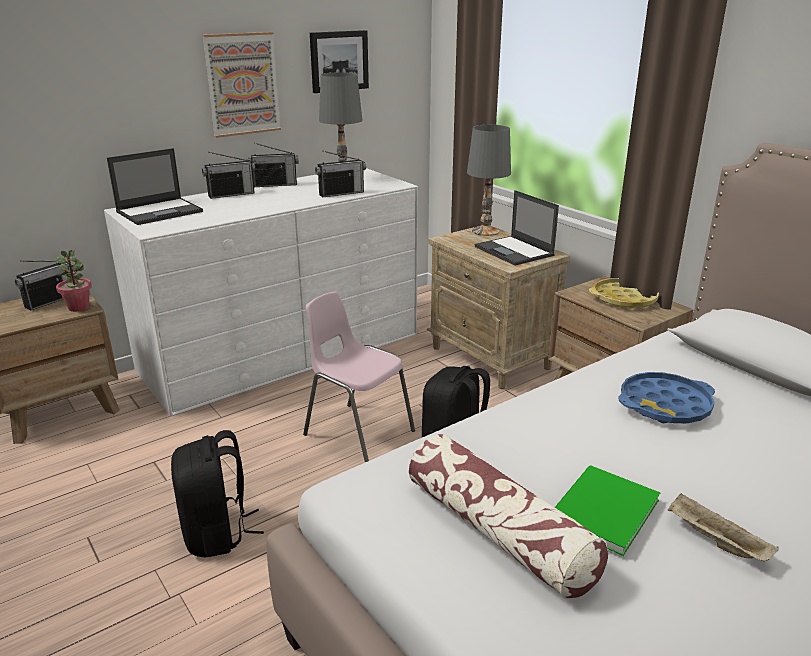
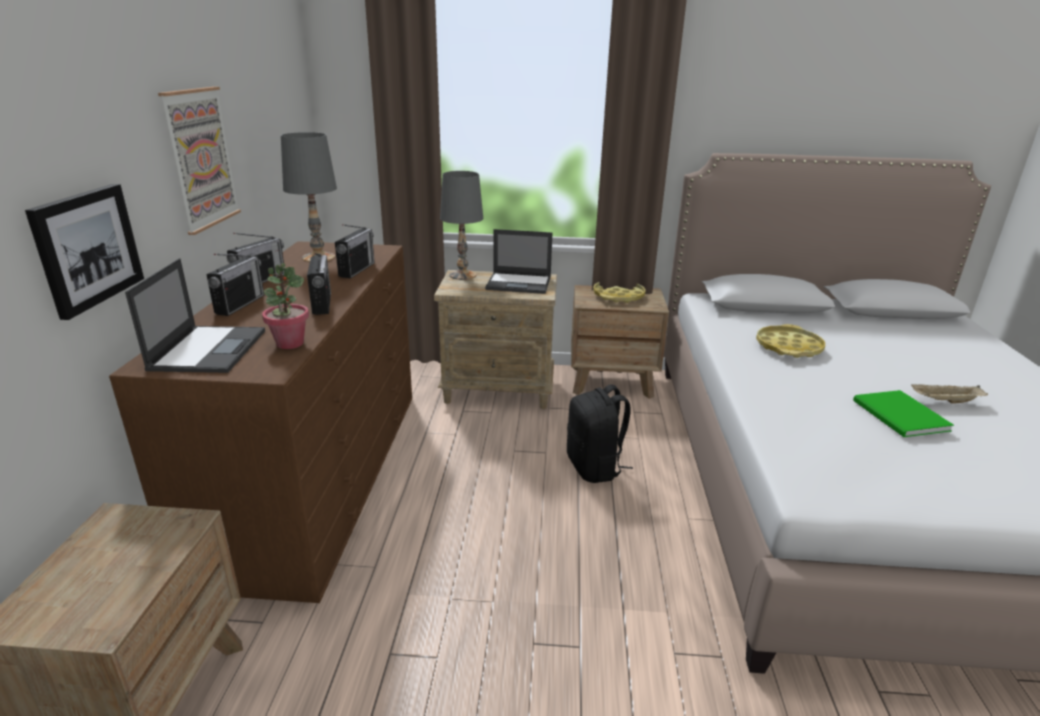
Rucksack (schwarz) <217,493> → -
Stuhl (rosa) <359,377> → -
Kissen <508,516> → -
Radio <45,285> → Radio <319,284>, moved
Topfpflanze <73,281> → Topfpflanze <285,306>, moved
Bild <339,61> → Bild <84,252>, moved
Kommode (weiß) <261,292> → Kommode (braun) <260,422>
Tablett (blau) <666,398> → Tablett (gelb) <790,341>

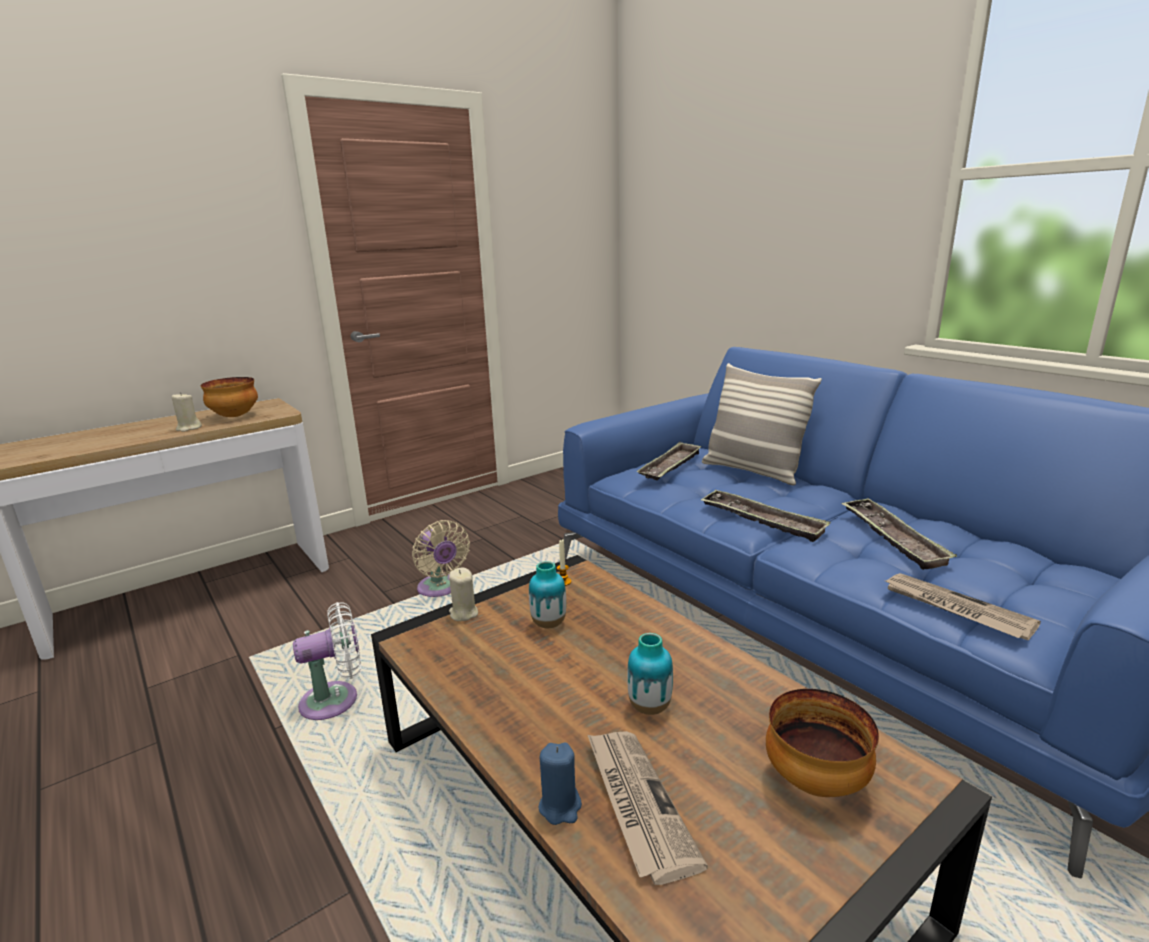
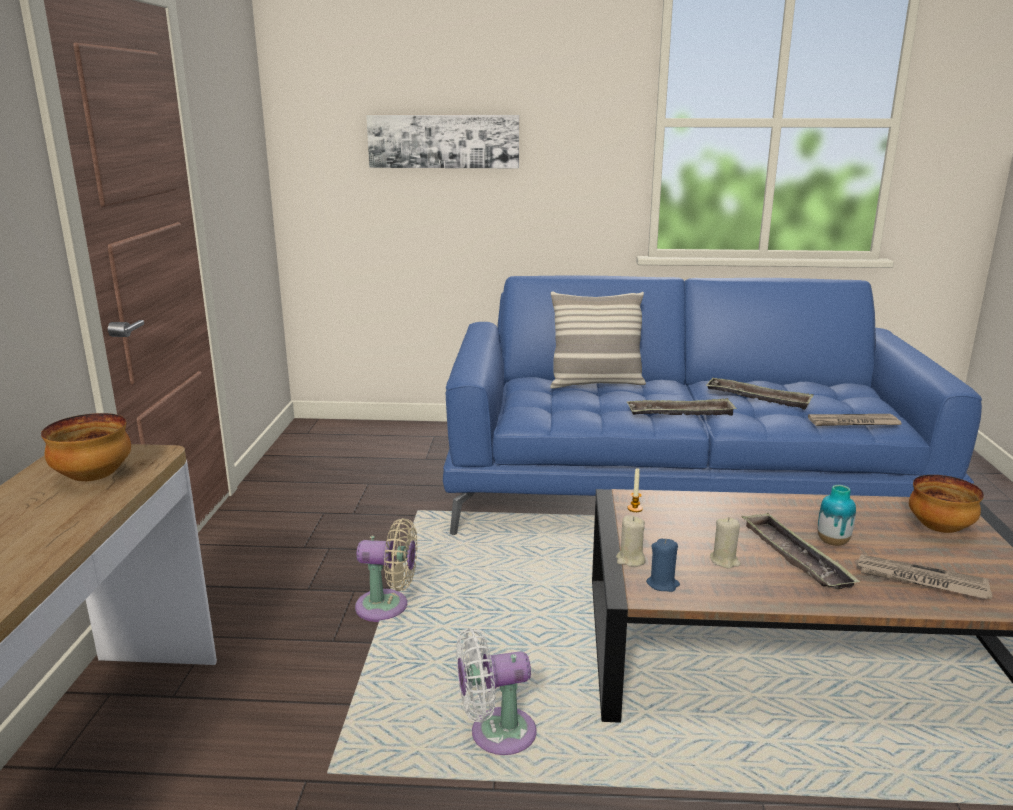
Vase <547,594> → -
- → Bild <442,141>
Kerze (beige) <187,412> → Kerze (beige) <725,543>, moved
Kerze (blau) <560,783> → Kerze (blau) <663,565>, moved
Tablett <669,461> → Tablett <801,551>, moved
Ventilator (weiß) <327,661> → Ventilator (weiß) <496,691>, 120 degrees counterclockwise

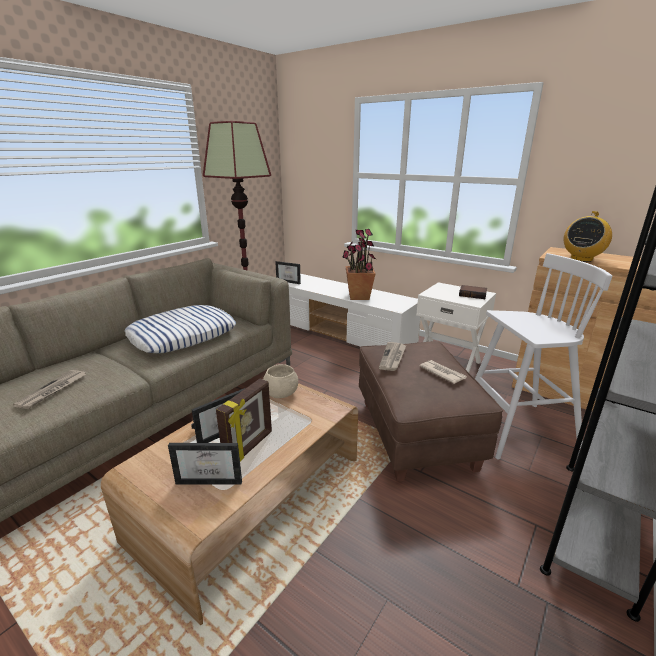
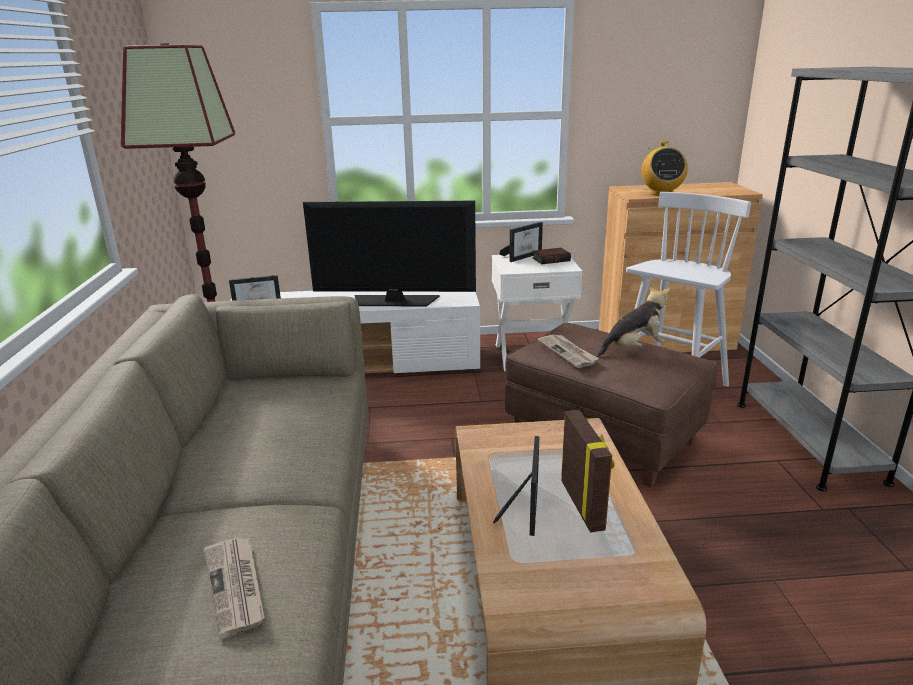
Kissen <180,329> → -
Schüssel (beige) <280,381> → -
Bilderrahmen <205,464> → Bilderrahmen <521,242>, moved
Topfpflanze <359,264> → Fernseher <389,253>
Zeitung <443,372> → Plüschtier <633,320>

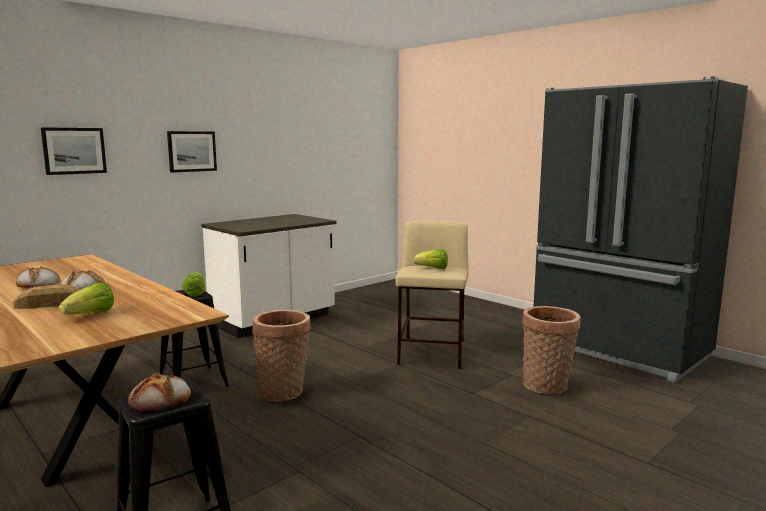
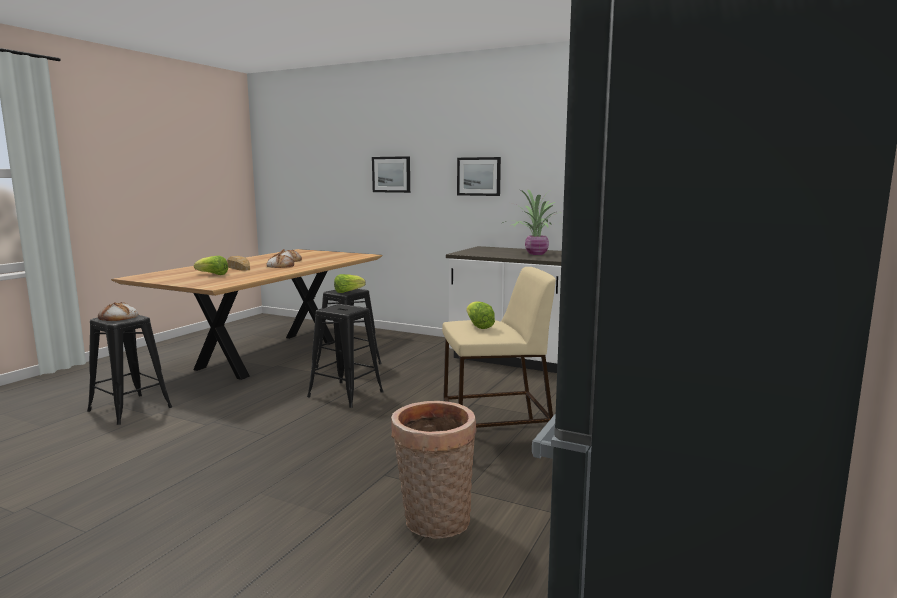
- → Topfpflanze <534,222>
Korb <281,356> → Hocker (schwarz) <345,356>

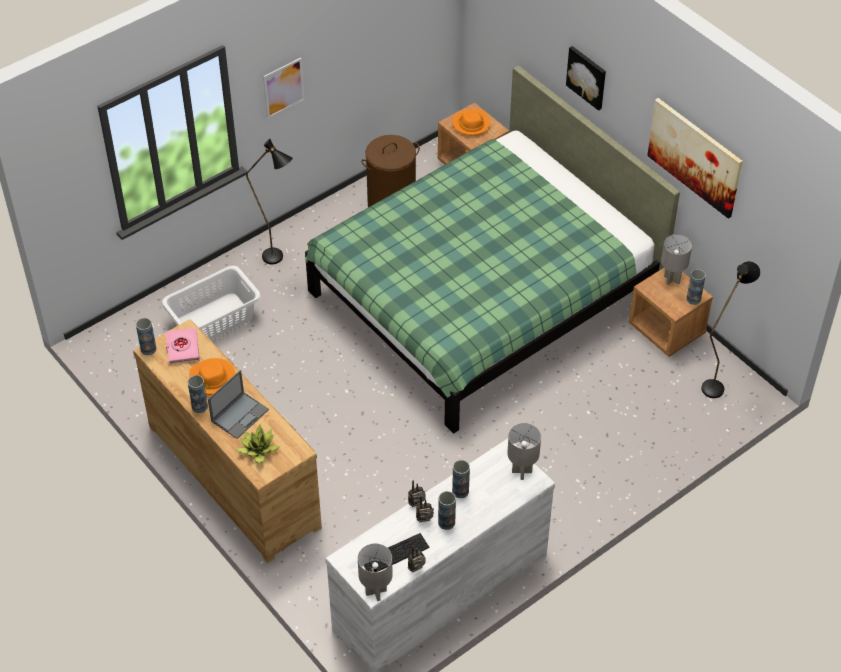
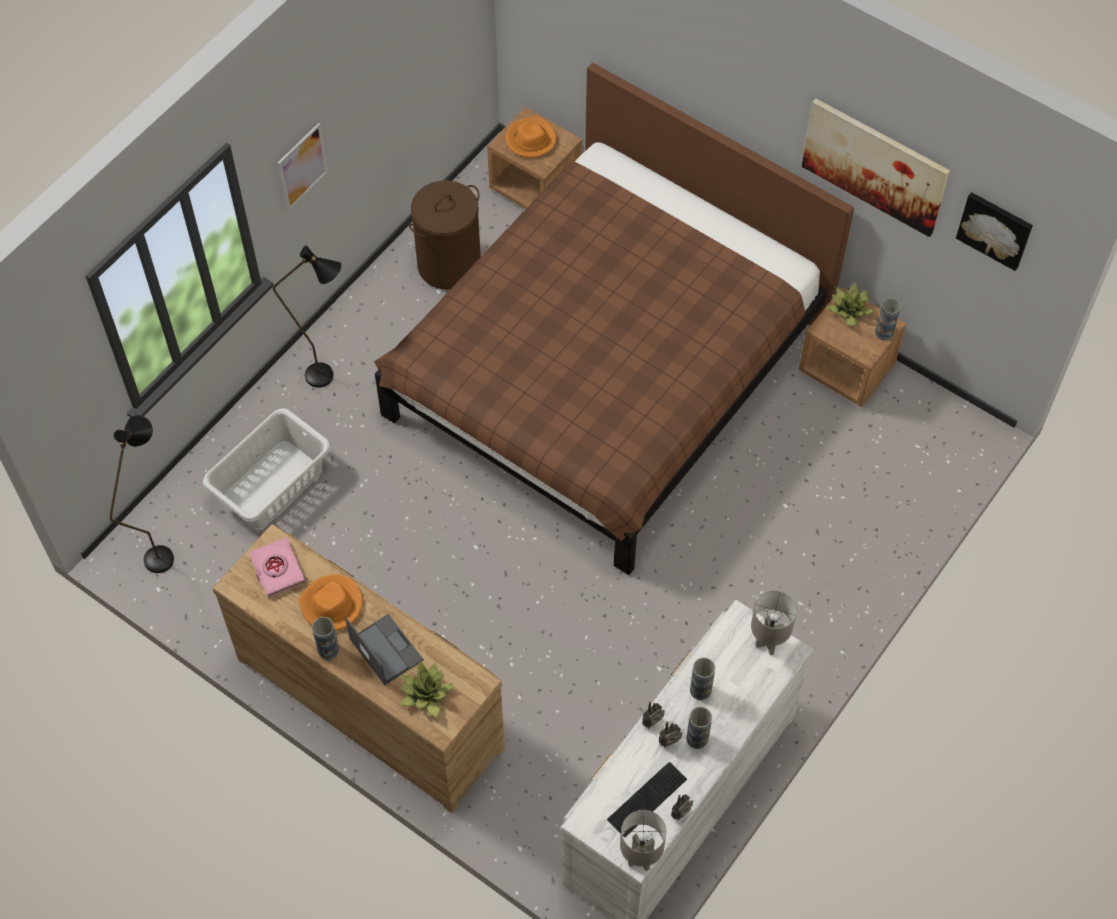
Vase <146,336> → -
Bild <586,78> → Bild <994,231>, moved
Stehlampe (schwarz) <730,329> → Stehlampe (schwarz) <142,494>, moved
Tischlampe (grau) <676,259> → Topfpflanze <851,304>
Bett (grün) <492,249> → Bett (braun) <614,319>
Laptop <238,404> → Laptop <384,649>, 60 degrees counterclockwise

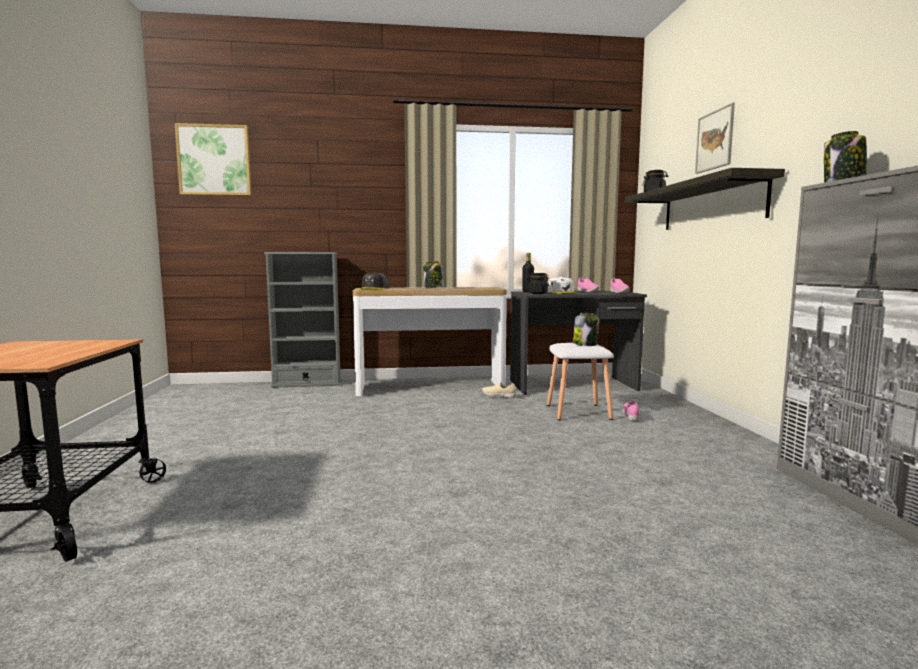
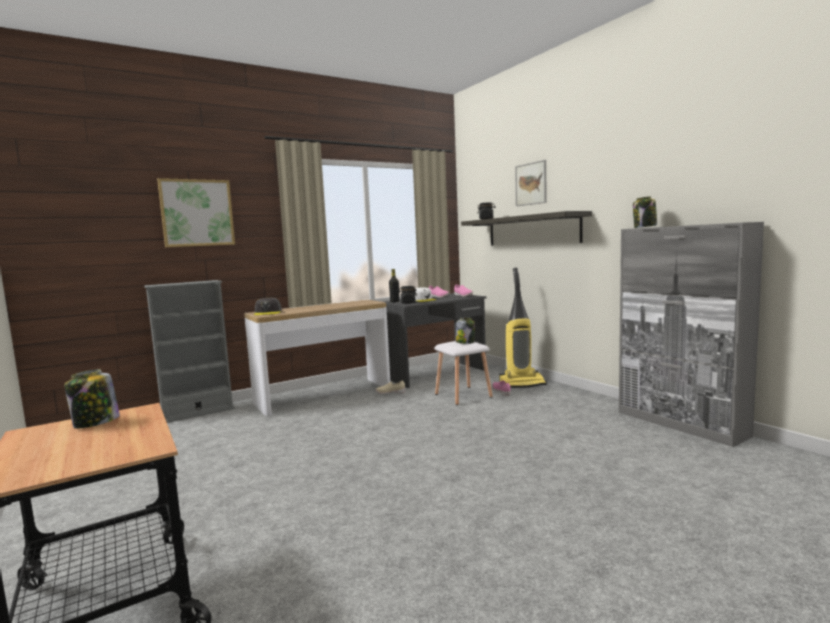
- → Staubsauger <523,328>
Bild <213,159> → Bild <196,212>, moved
Vorratsglas <434,274> → Vorratsglas <92,399>, moved

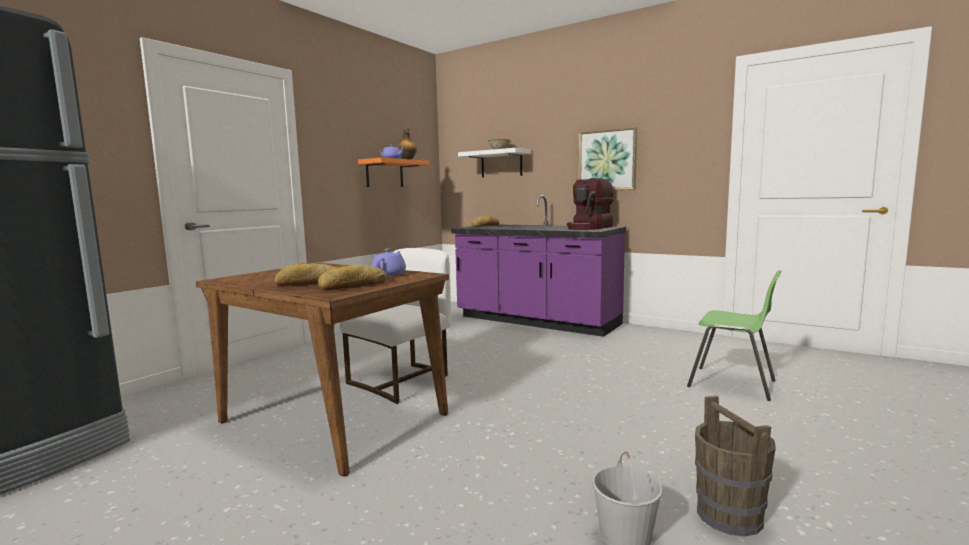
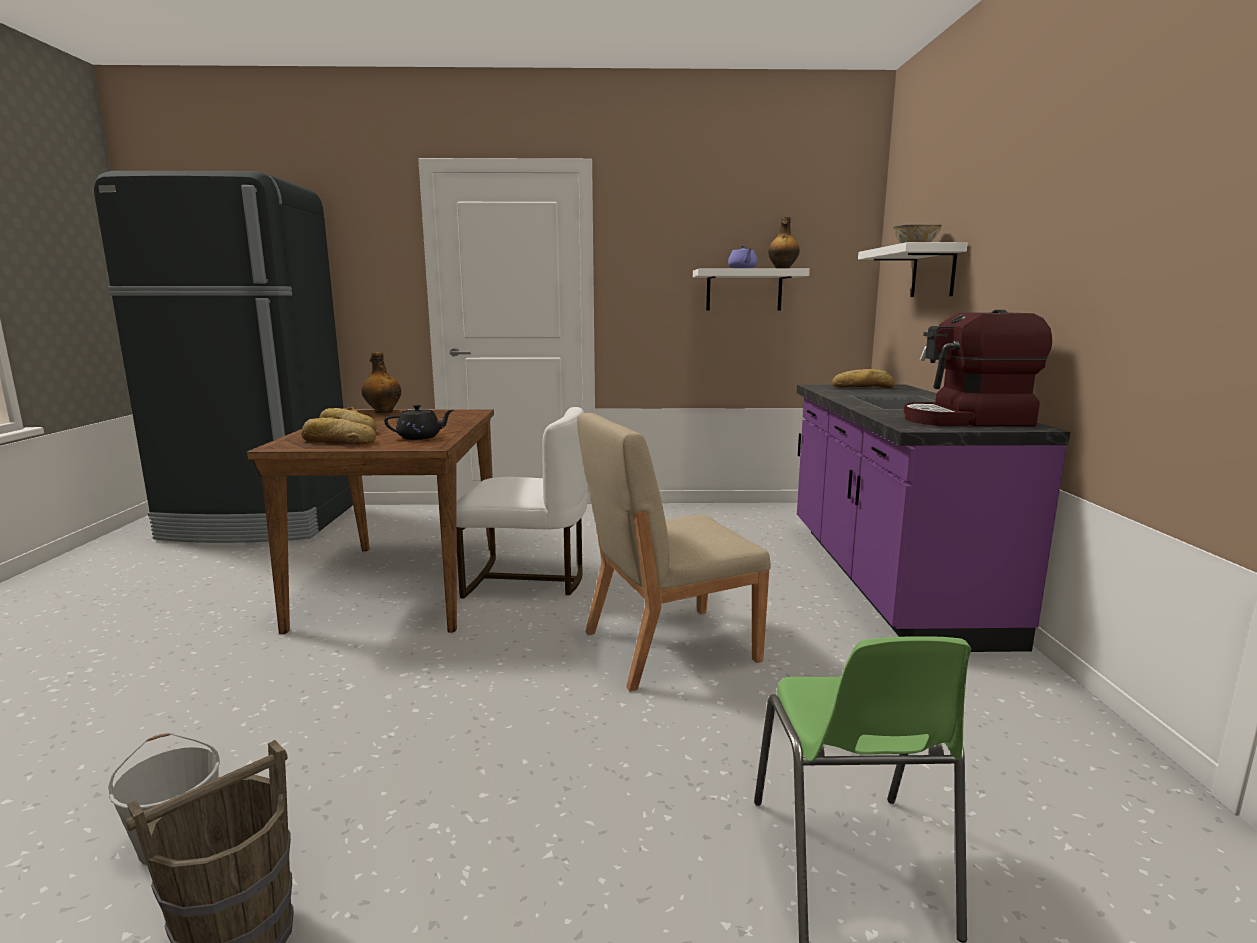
Bild <607,158> → -
- → Flasche <381,382>
- → Stuhl (beige) <674,552>
Wandregal (orange) <394,172> → Wandregal (weiß) <751,290>
Teekanne (lila) <389,262> → Teekanne (schwarz) <419,422>

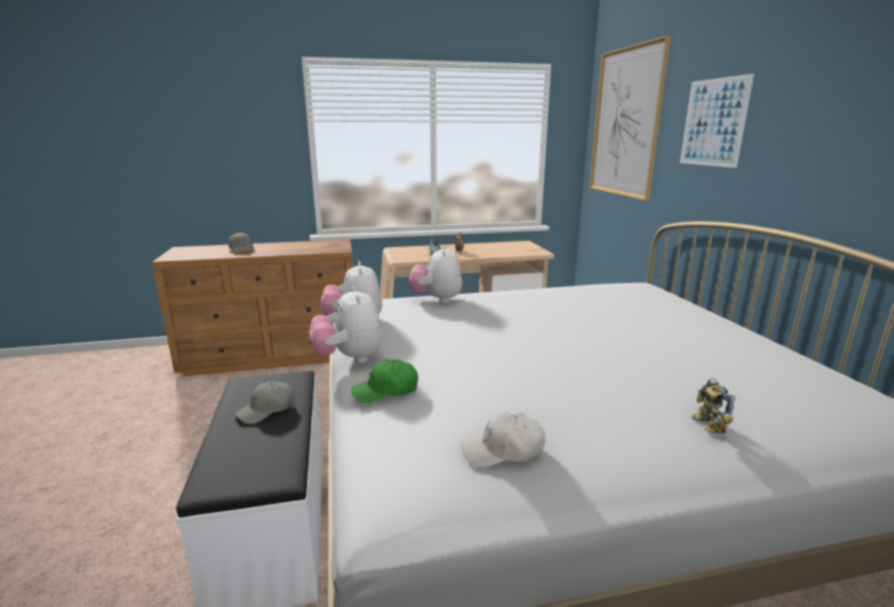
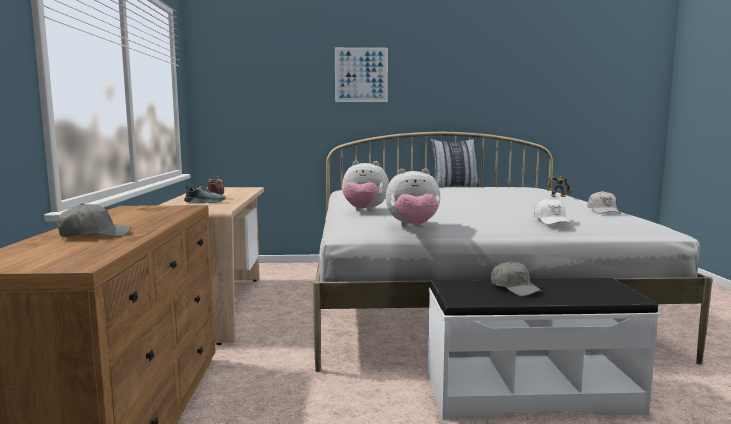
Plüschtier <346,324> → -
Bild <630,118> → -
- → Kissen <455,162>
Kappe (grün) <384,381> → Kappe (weiß) <553,211>

